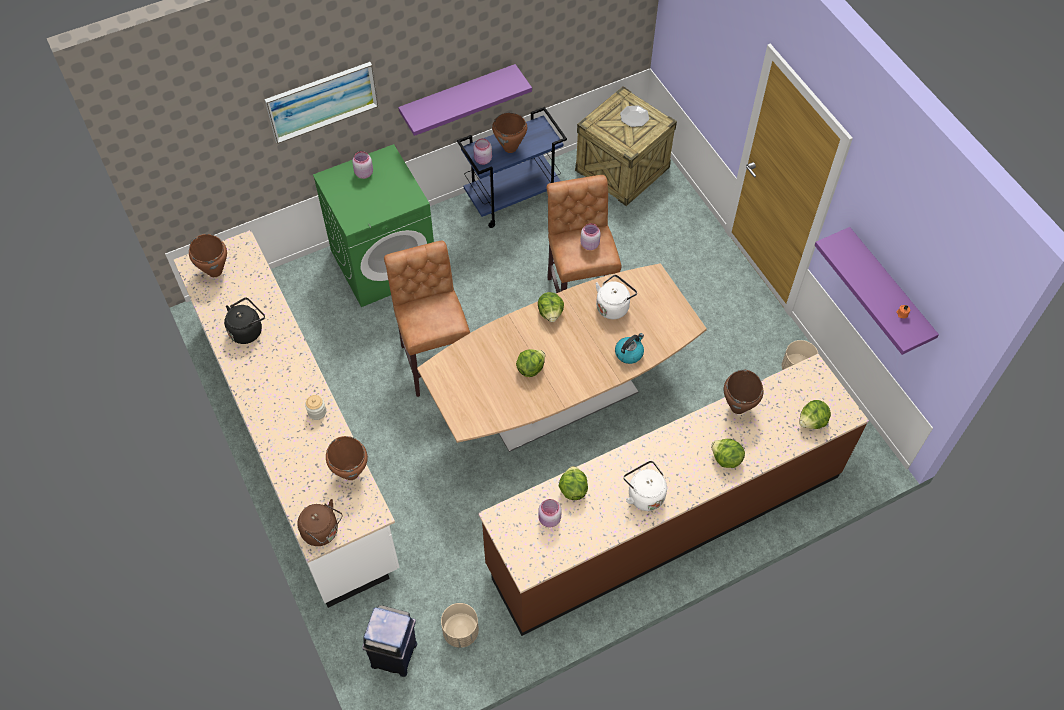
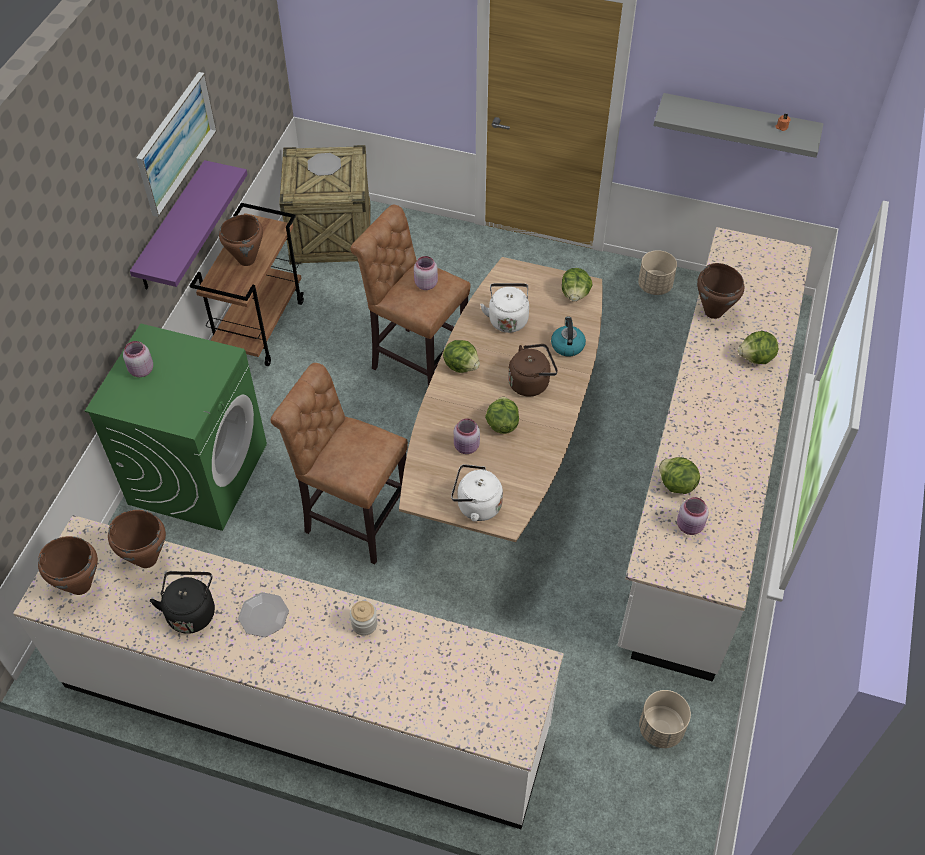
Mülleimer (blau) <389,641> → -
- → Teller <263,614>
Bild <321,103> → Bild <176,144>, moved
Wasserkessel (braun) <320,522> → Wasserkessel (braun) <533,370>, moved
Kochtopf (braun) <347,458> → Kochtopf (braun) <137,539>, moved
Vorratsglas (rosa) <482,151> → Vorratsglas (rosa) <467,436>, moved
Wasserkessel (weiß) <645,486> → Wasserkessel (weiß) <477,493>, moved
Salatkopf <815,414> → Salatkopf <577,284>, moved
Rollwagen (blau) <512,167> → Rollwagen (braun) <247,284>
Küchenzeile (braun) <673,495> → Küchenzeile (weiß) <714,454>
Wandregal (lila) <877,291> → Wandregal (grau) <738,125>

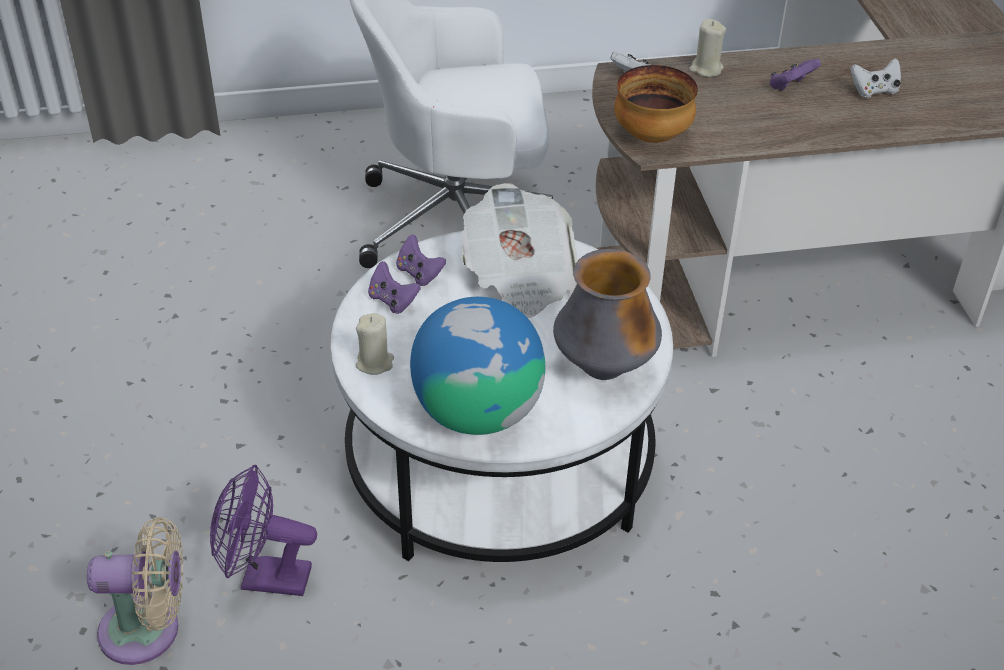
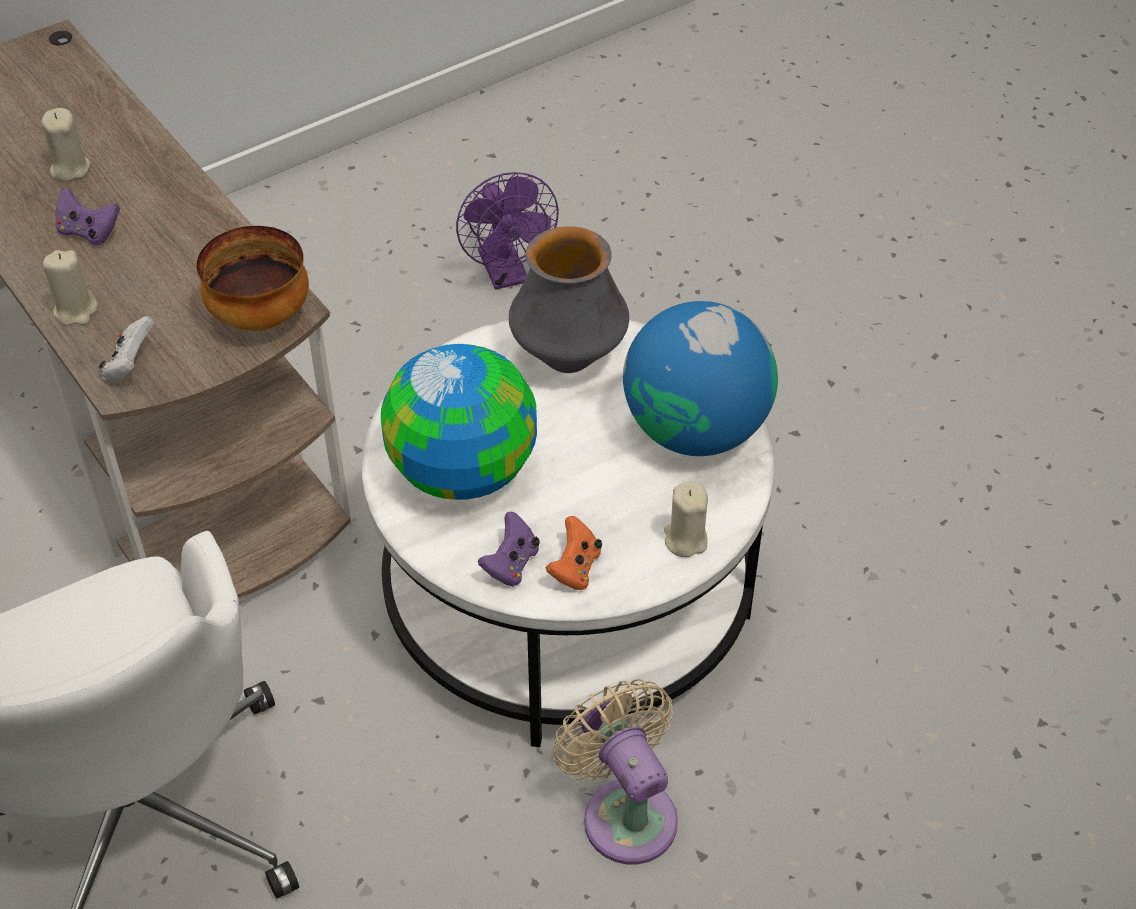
Ventilator (beige) <135,591> → Ventilator (beige) <615,771>, moved
Ventilator (lila) <263,530> → Ventilator (lila) <507,231>, moved
Zeitung <519,250> → Globus <459,422>
Gamepad (weiß) <875,78> → Kerze (beige) <65,145>
Gamepad (lila) <394,287> → Gamepad (orange) <574,553>

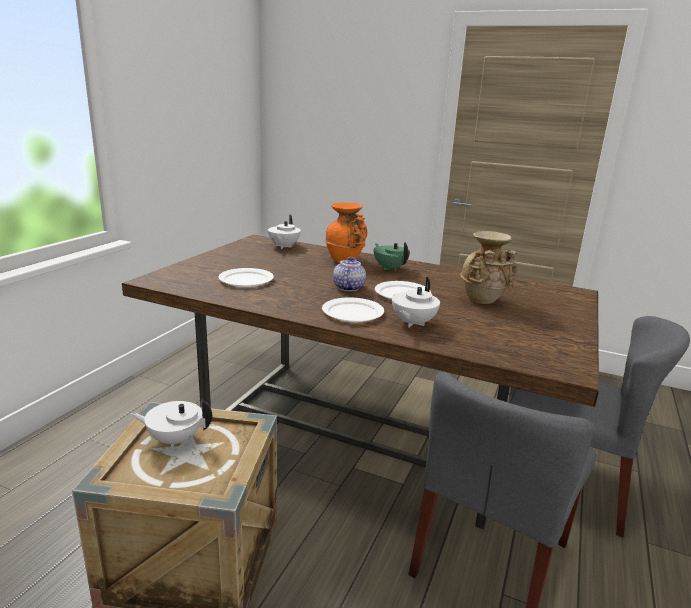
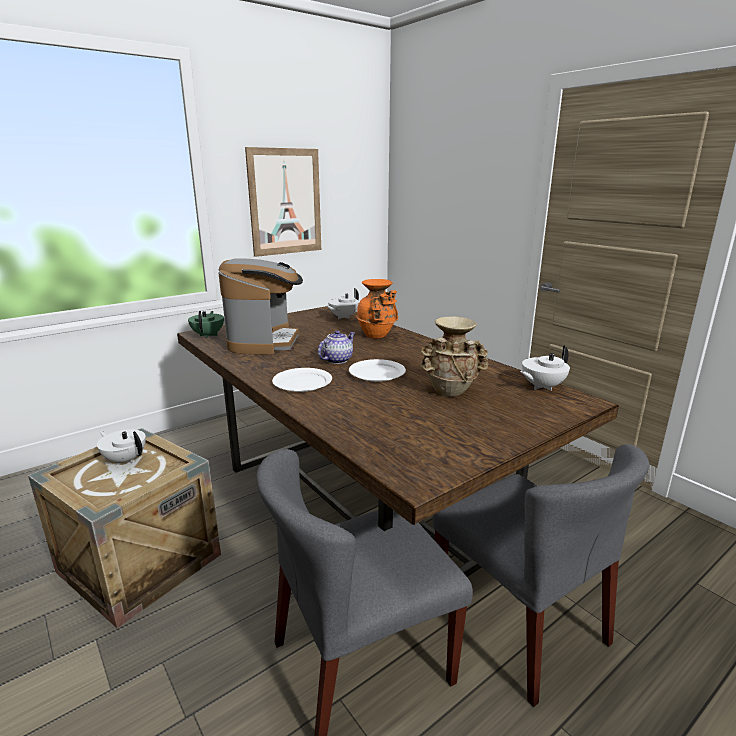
- → Bild <283,202>
Teekanne (grün) <392,256> → Teekanne (grün) <206,324>, moved
Teekanne (weiß) <416,302> → Teekanne (weiß) <545,368>, moved
Teller (weiß) <246,277> → Kaffeemaschine <260,306>

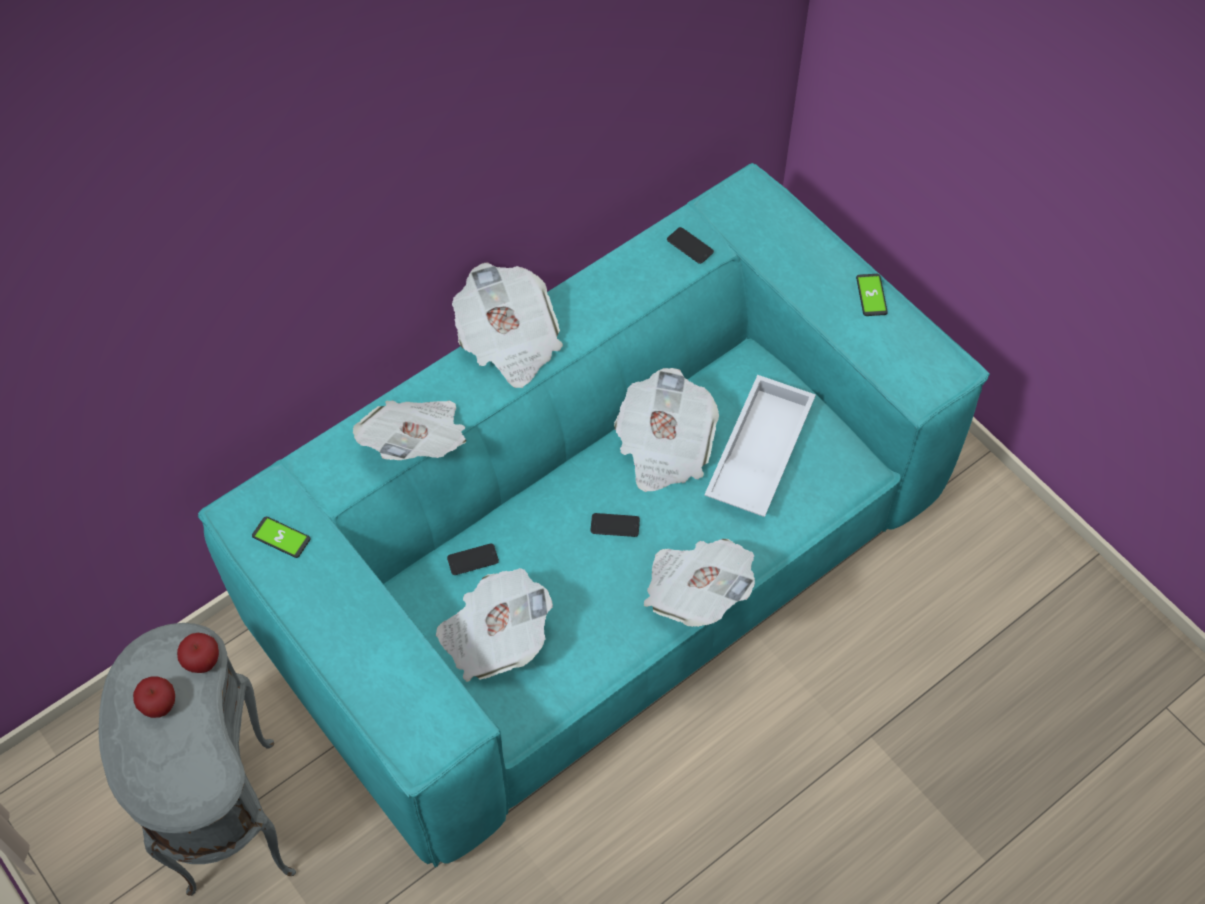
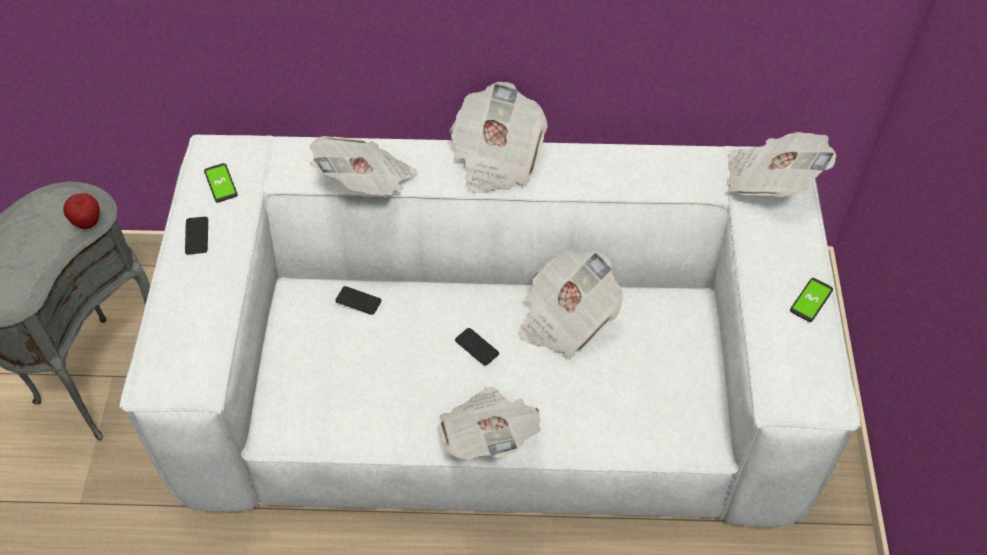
Apfel <154,697> → -
Tablett (weiß) <760,446> → -
Zeitung <494,625> → Zeitung <782,164>, moved
Handy <690,245> → Handy <196,236>, moved
Sofa (türkis) <594,515> → Sofa (weiß) <490,331>

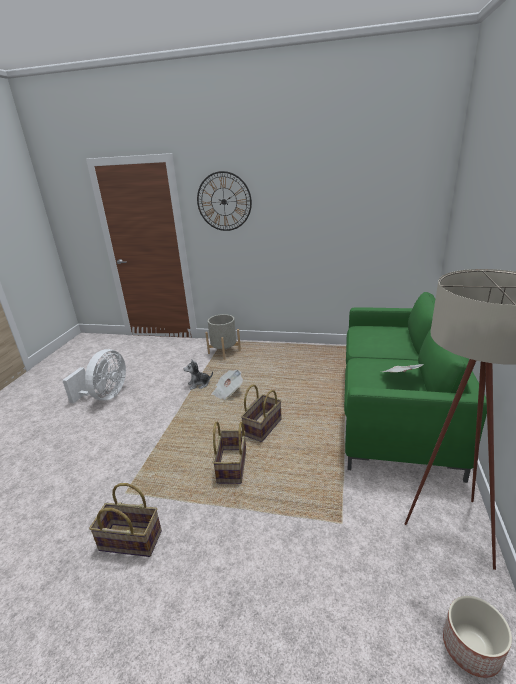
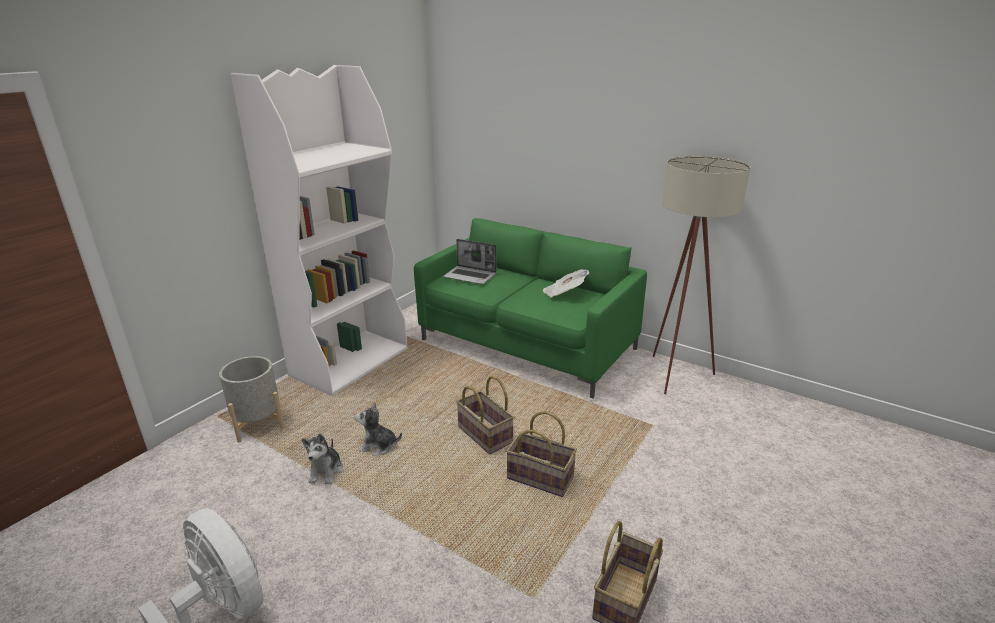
Wanduhr <224,201> → -
Pflanzkübel <477,637> → -
- → Bücherregal (weiß) <319,230>
- → Laptop <470,261>
Zeitung <227,385> → Plüschtier <378,429>

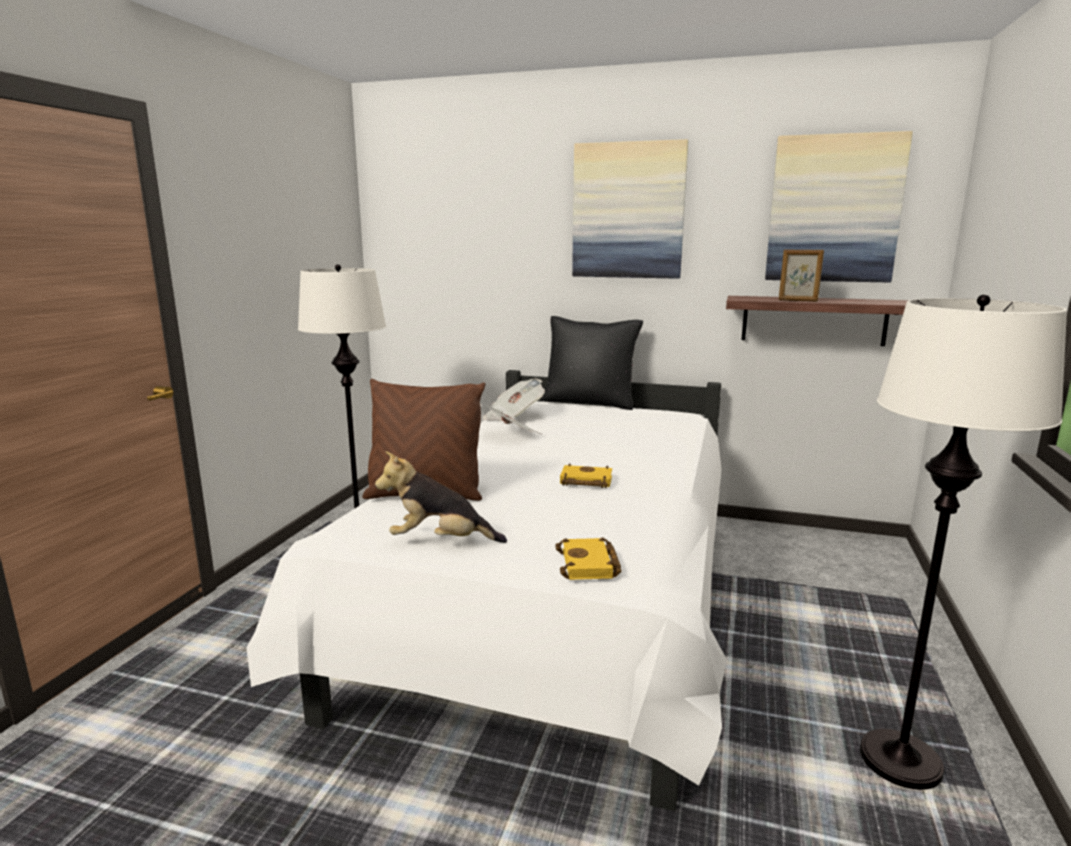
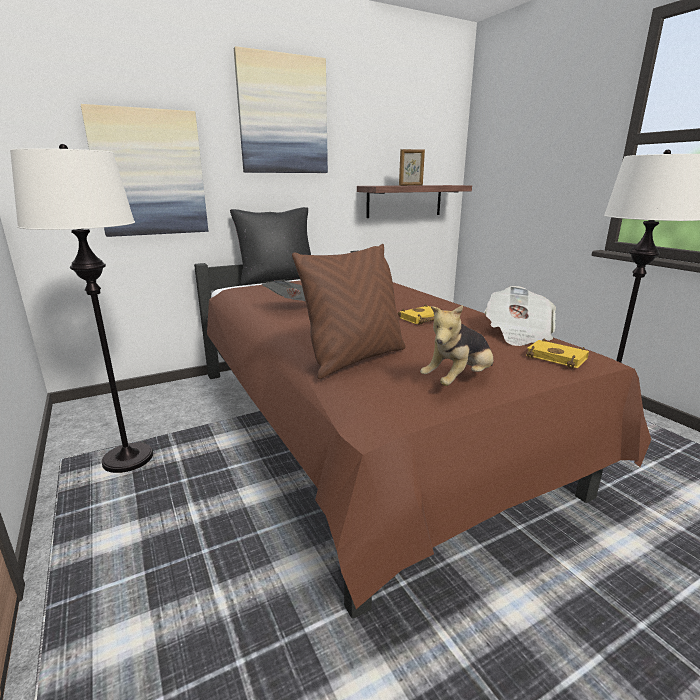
Zeitung <514,400> → Zeitung <520,316>, moved
Bild <839,206> → Bild <144,170>, moved
Bett (weiß) <486,590> → Bett (braun) <422,435>

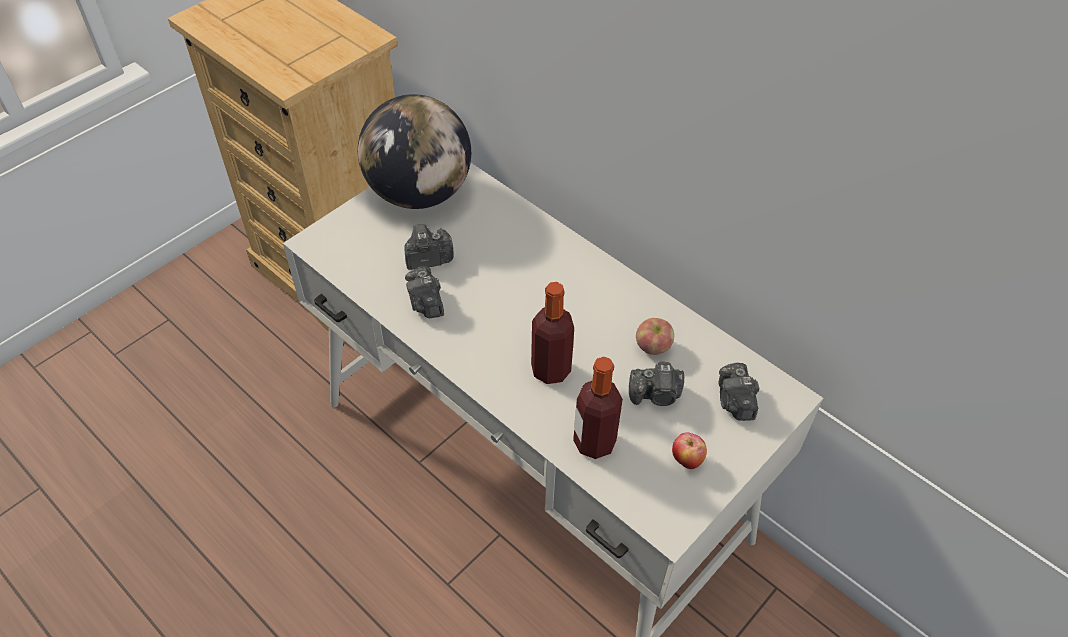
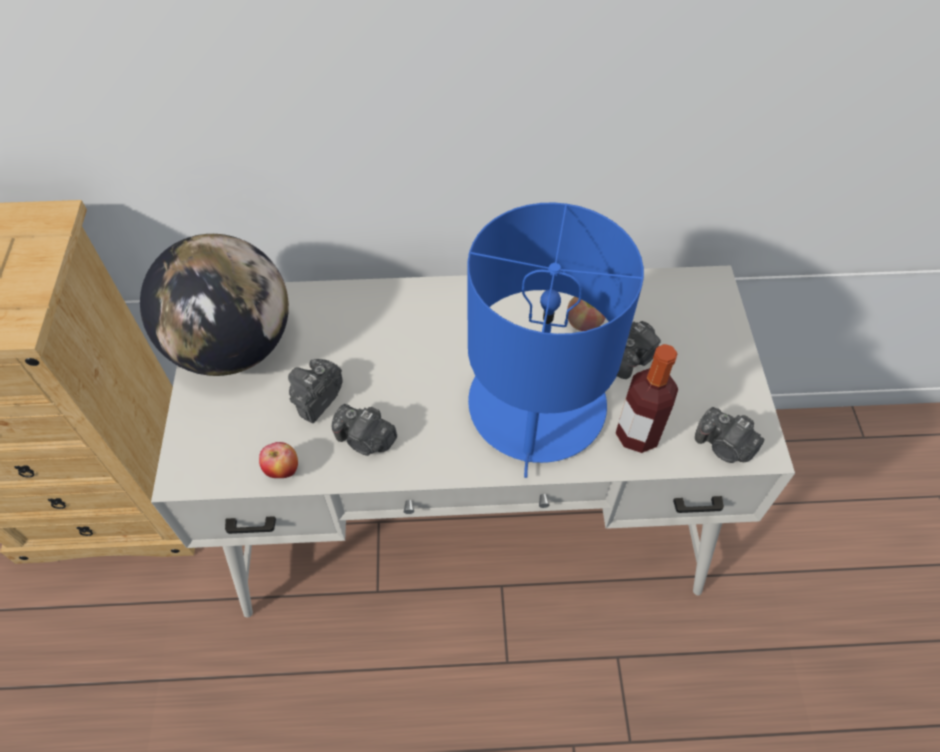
Apfel <689,450> → Apfel <278,460>, moved
Kamera <739,392> → Kamera <729,435>, moved
Flasche <552,333> → Tischlampe (blau) <555,340>

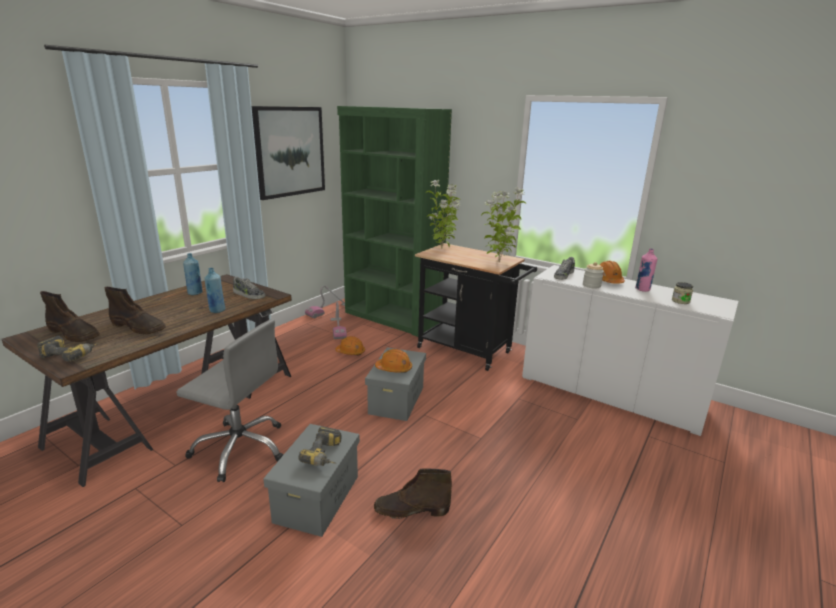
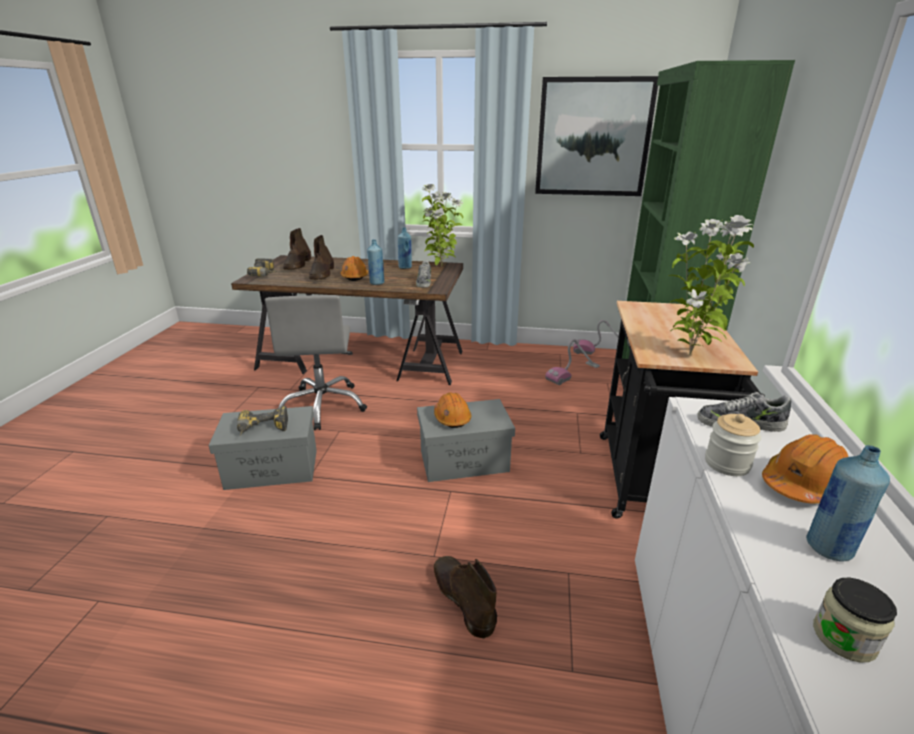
Schutzhelm (orange) <350,345> → Schutzhelm (orange) <354,268>, moved
Stiefel (braun) <413,493> → Stiefel (braun) <465,597>, moved
Topfpflanze <443,214> → Topfpflanze <442,225>, moved
Flasche (rosa) <646,270> → Flasche (blau) <848,503>

